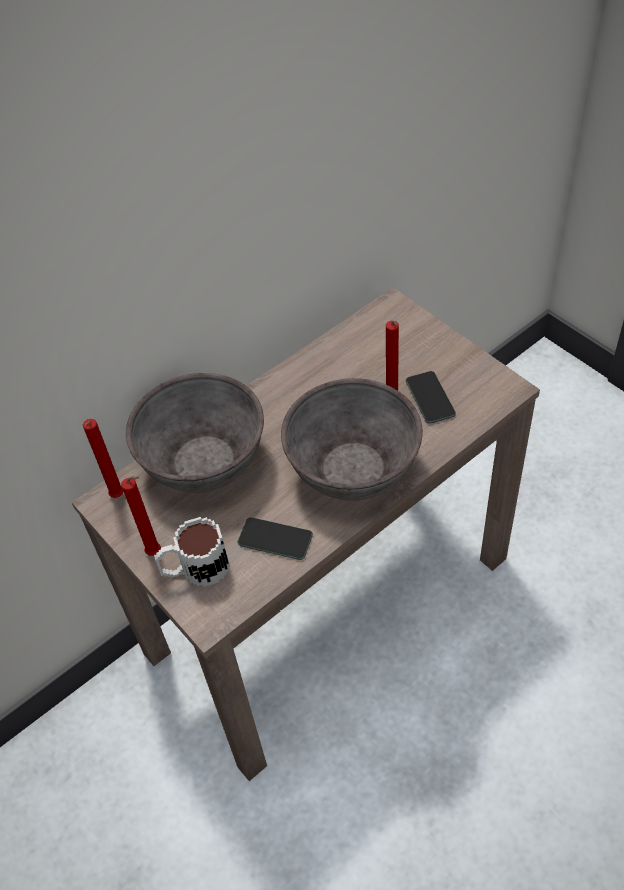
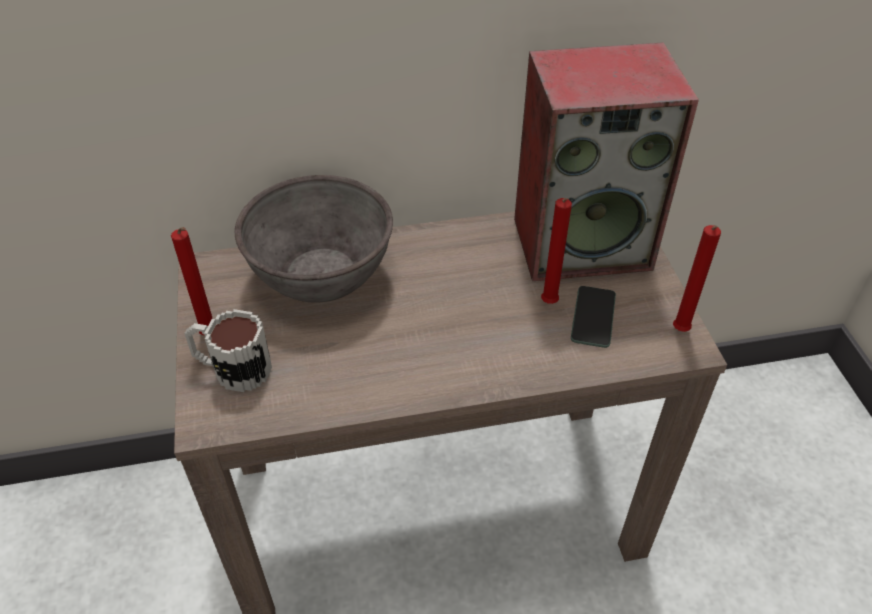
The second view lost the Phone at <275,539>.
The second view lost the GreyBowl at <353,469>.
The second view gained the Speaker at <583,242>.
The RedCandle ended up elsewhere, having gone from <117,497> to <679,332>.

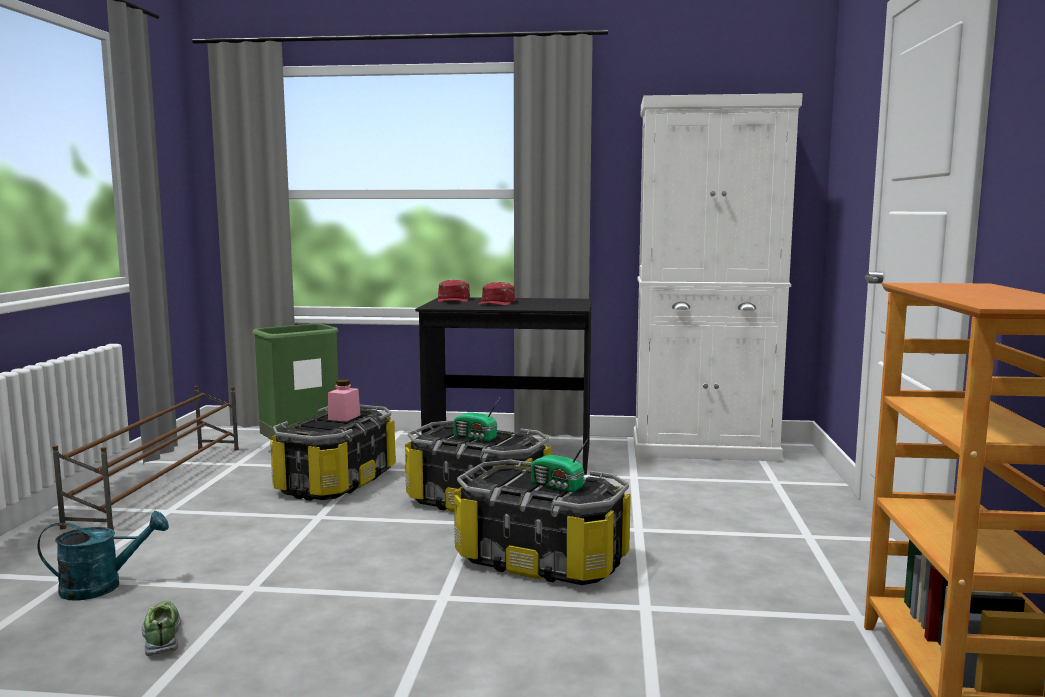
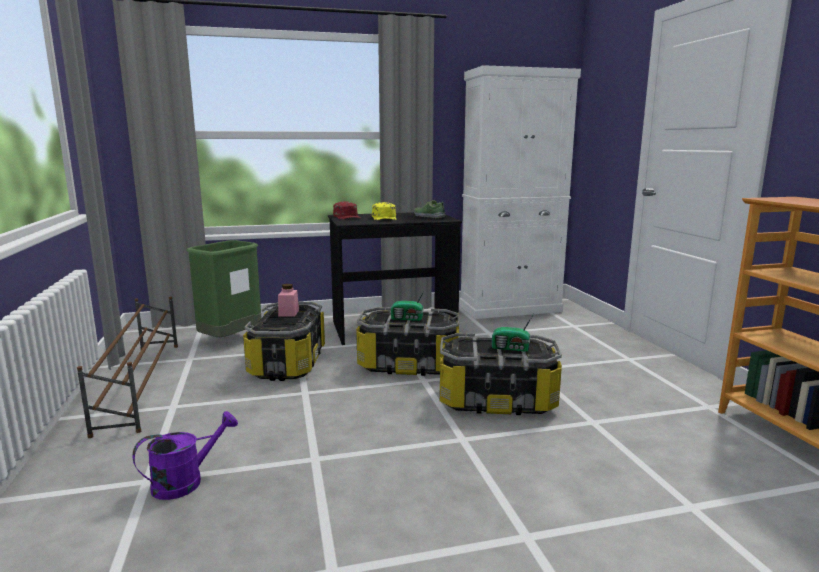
The Shoe ended up elsewhere, having gone from <162,636> to <429,216>.
What was the TurquoiseWateringCan at <102,586> turned into the PurpleWateringCan at <186,481>.
What was the RedCap at <497,303> turned into the YellowCap at <384,218>.

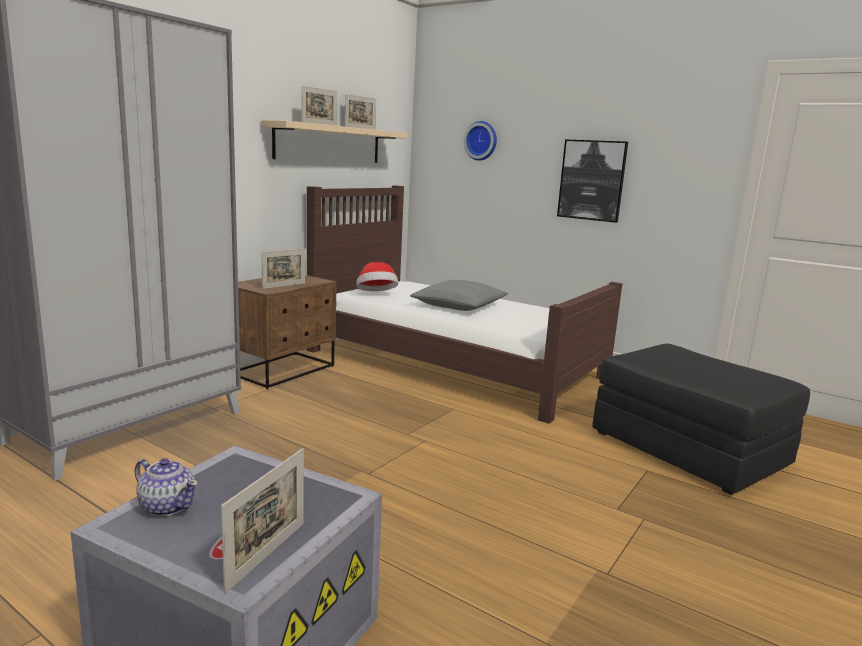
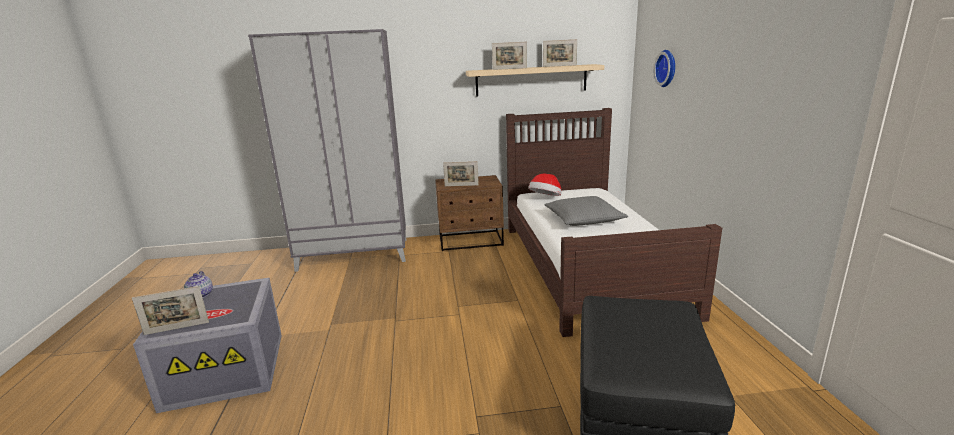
The second view lost the Picture at <592,180>.

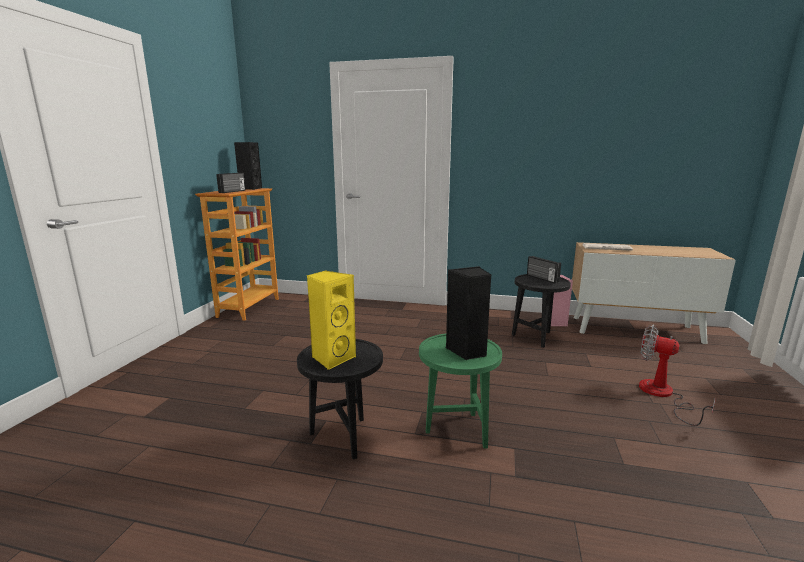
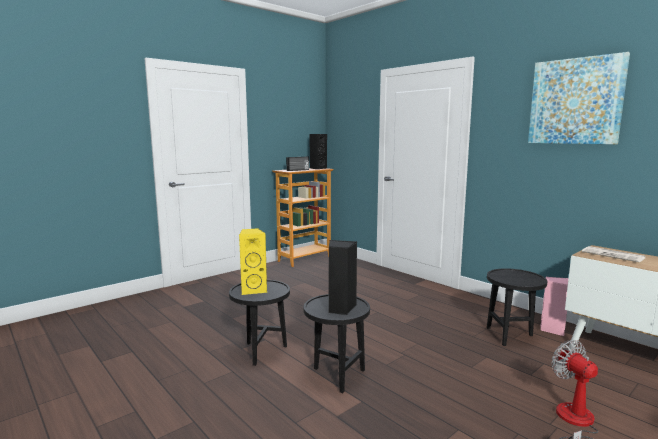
The second view lost the Radio at <542,278>.
The second view gained the Picture at <575,101>.
What was the GreenSideTable at <456,431> turned into the BlackSideTable at <336,375>.

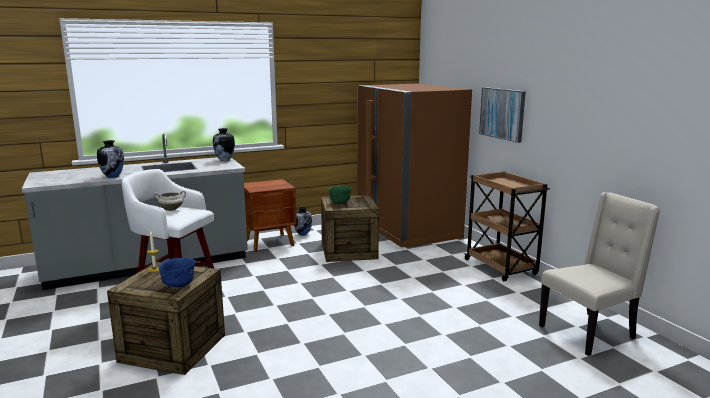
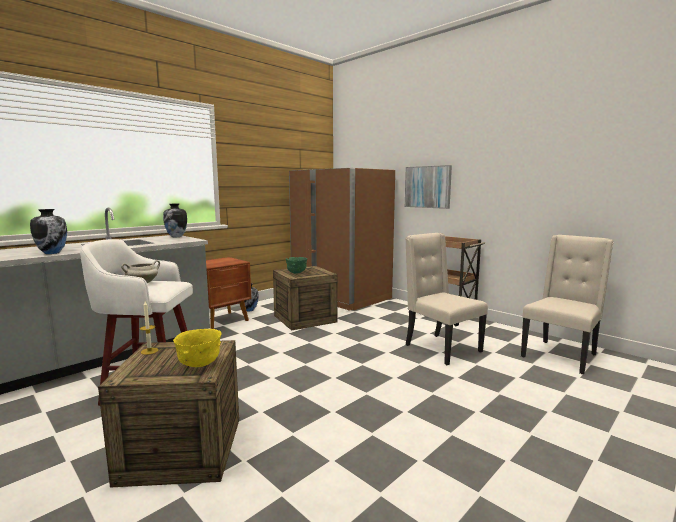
The second view gained the BeigeChair at <440,348>.
What was the BlueBowl at <178,285> turned into the YellowBowl at <199,364>.

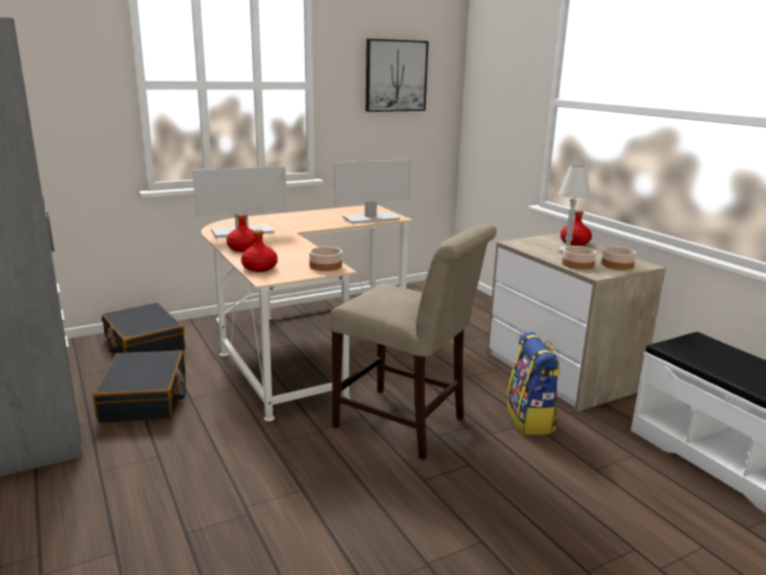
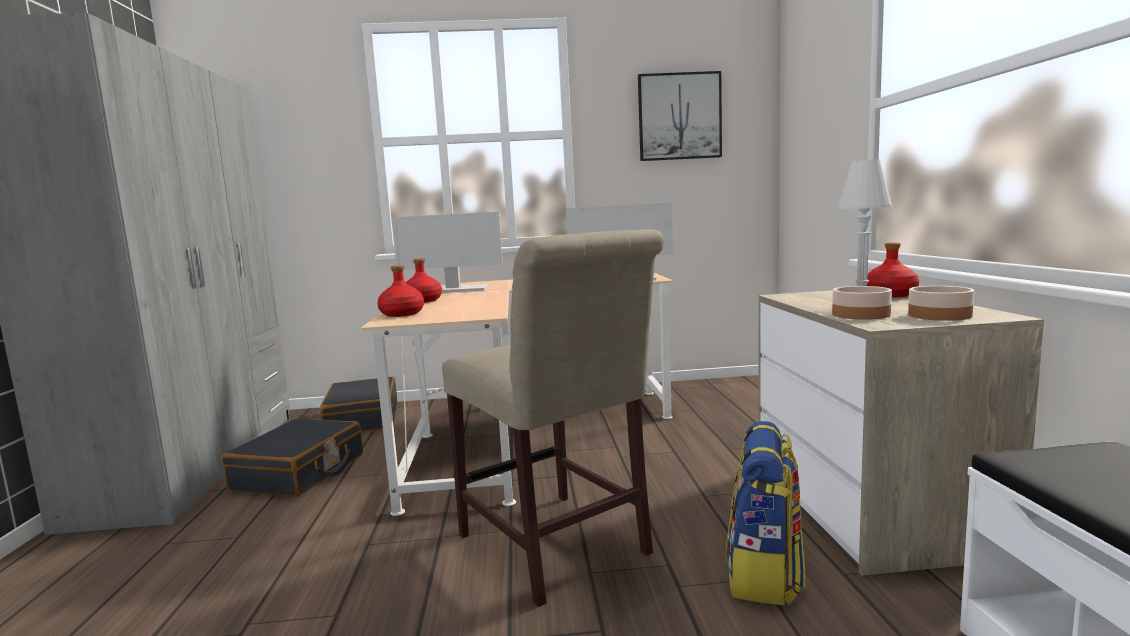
The second view lost the Bowl at <325,266>.

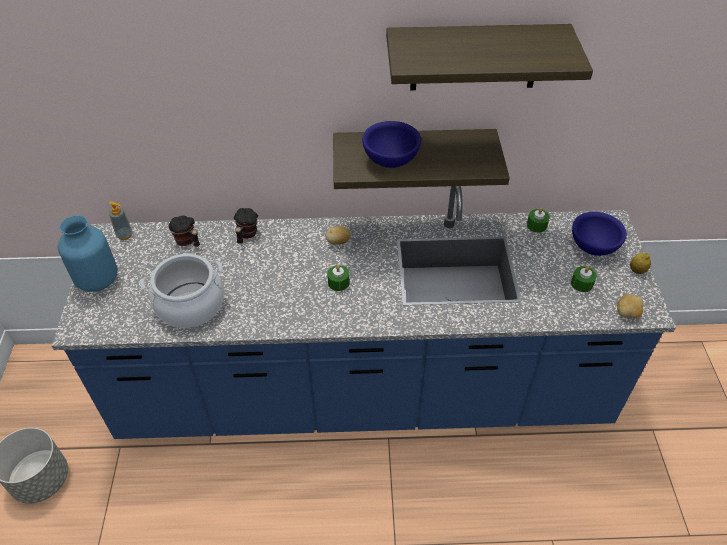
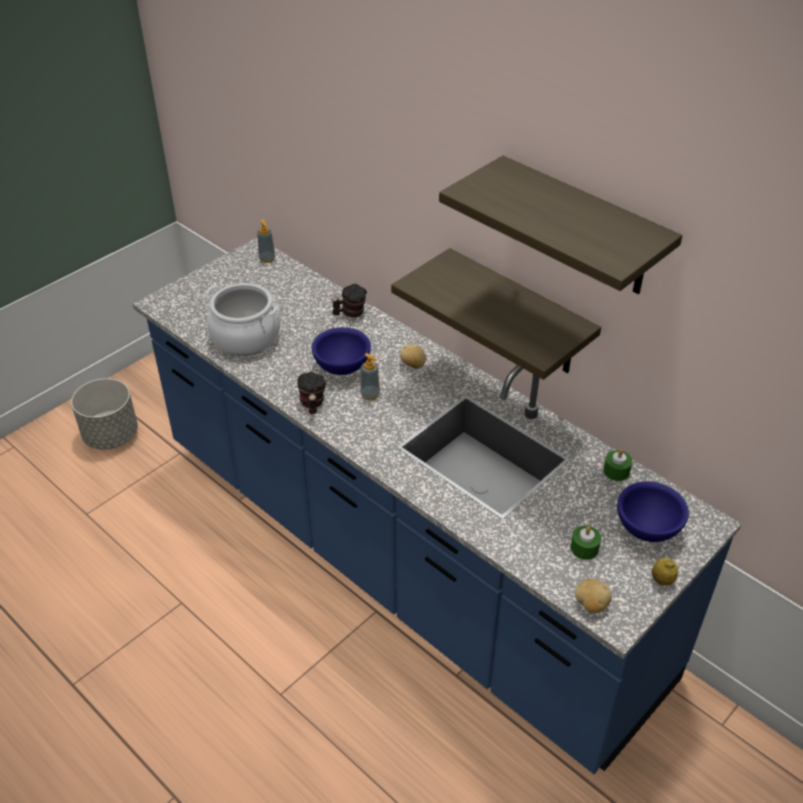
The second view lost the BlueVase at <98,280>.
The Mug ended up elsewhere, having gone from <188,242> to <312,405>.
The BlueBowl ended up elsewhere, having gone from <391,161> to <342,367>.
Where the GreenCandle stood at <338,282>, the SoapDispenser came to stand at <370,395>.

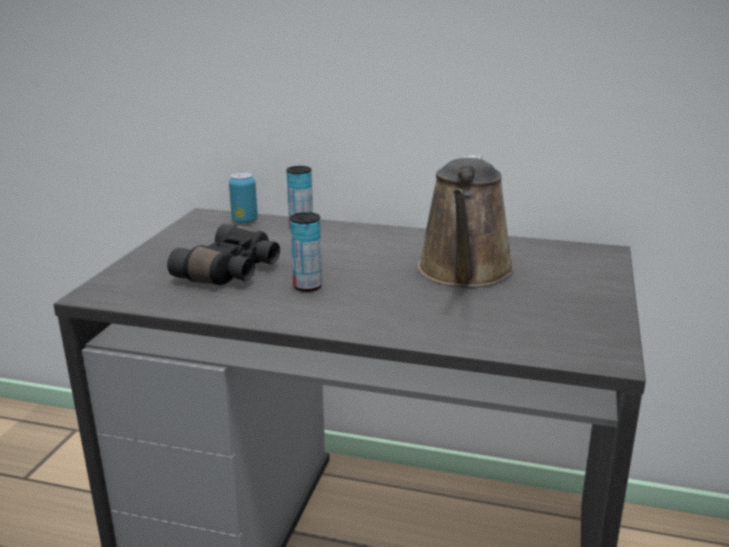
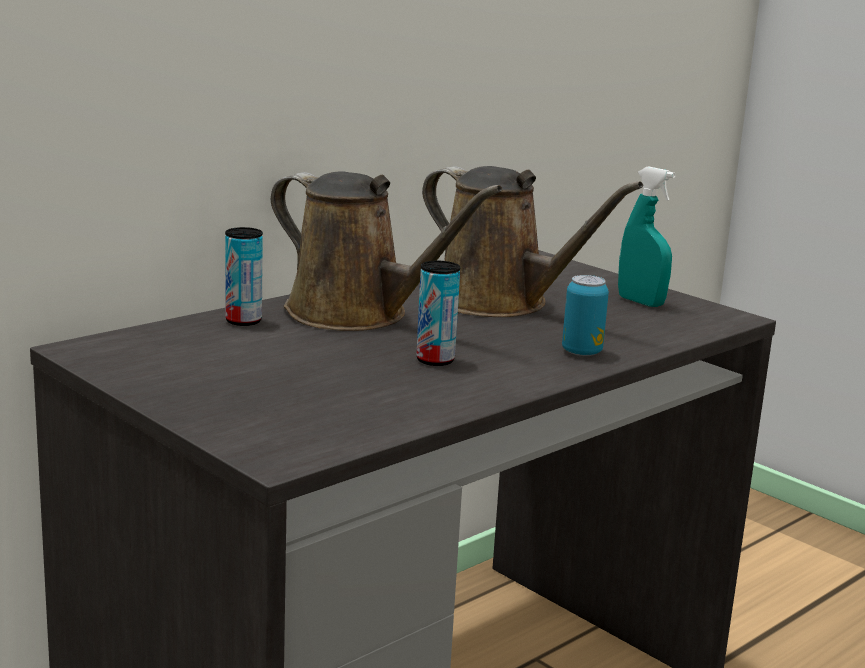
The second view lost the BlackBinoculars at <232,271>.
The second view gained the BrownWateringCan at <356,314>.
The second view gained the TurquoiseSprayBottle at <640,302>.
The Can ended up elsewhere, having gone from <245,221> to <581,352>.

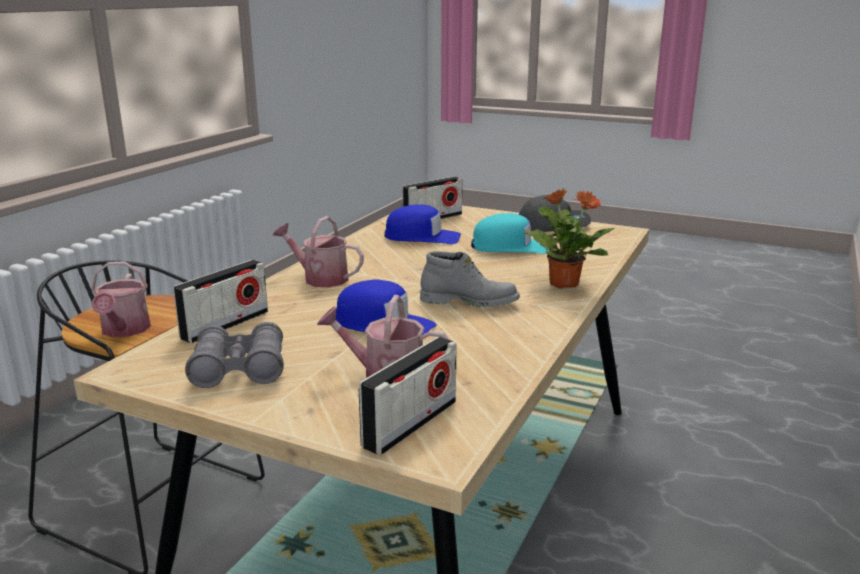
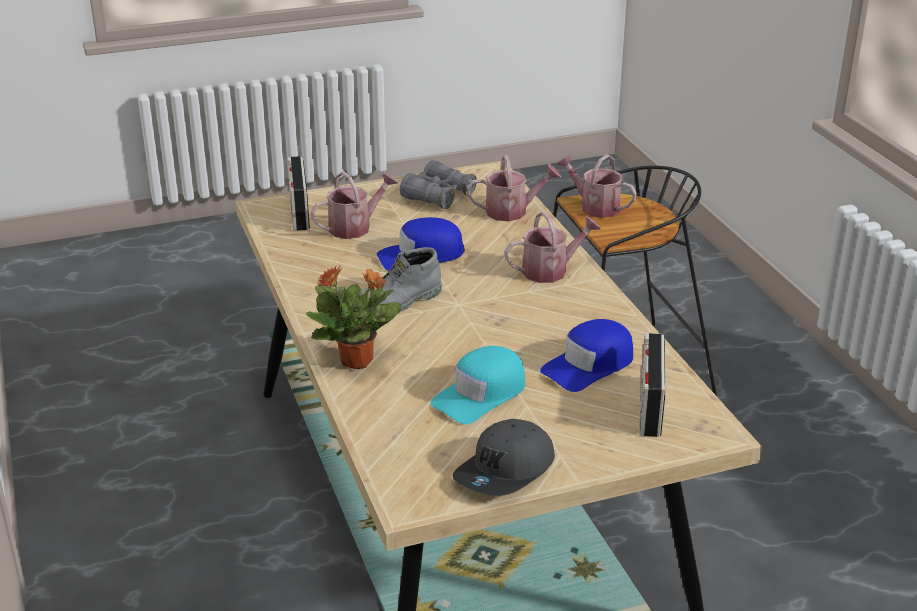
Where the Radio stood at <225,325>, the WateringCan came to stand at <512,211>.

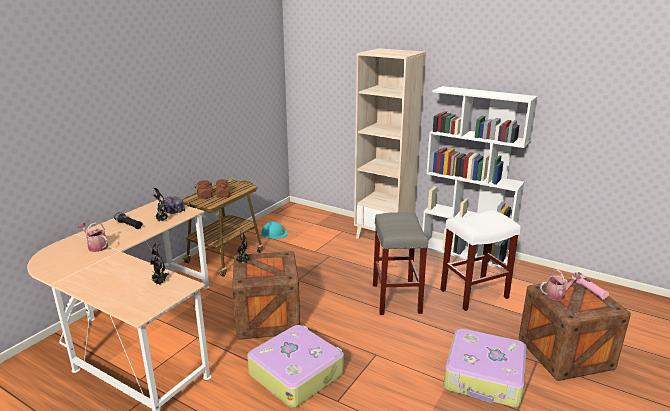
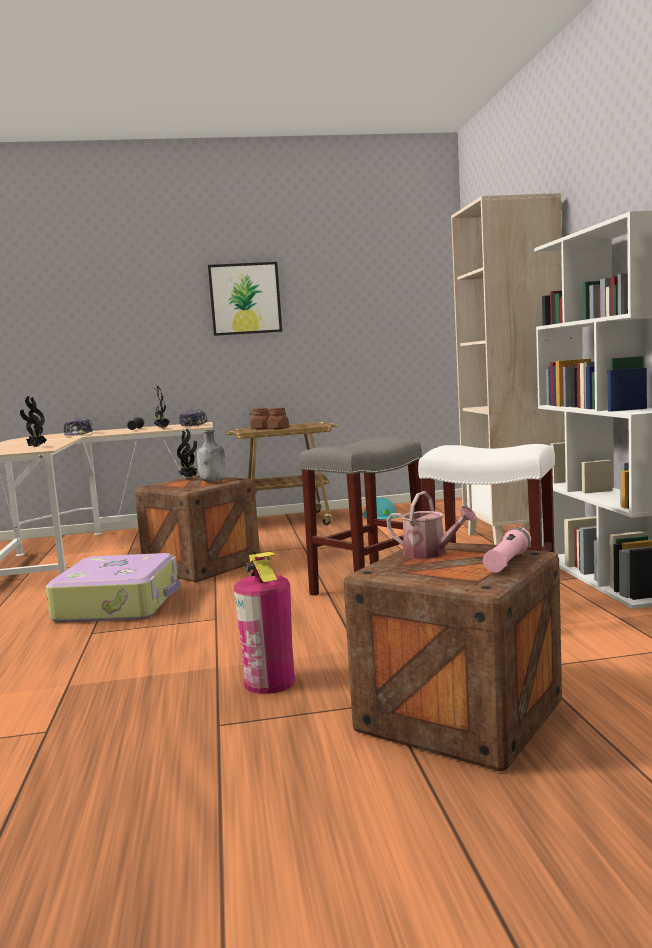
The second view gained the GreyBottle at <213,481>.
The second view gained the Picture at <245,299>.
Where the WateringCan stood at <96,246>, the Cap came to stand at <79,434>.
Where the Suitcase stood at <484,377>, the FireExtinguisher came to stand at <270,682>.

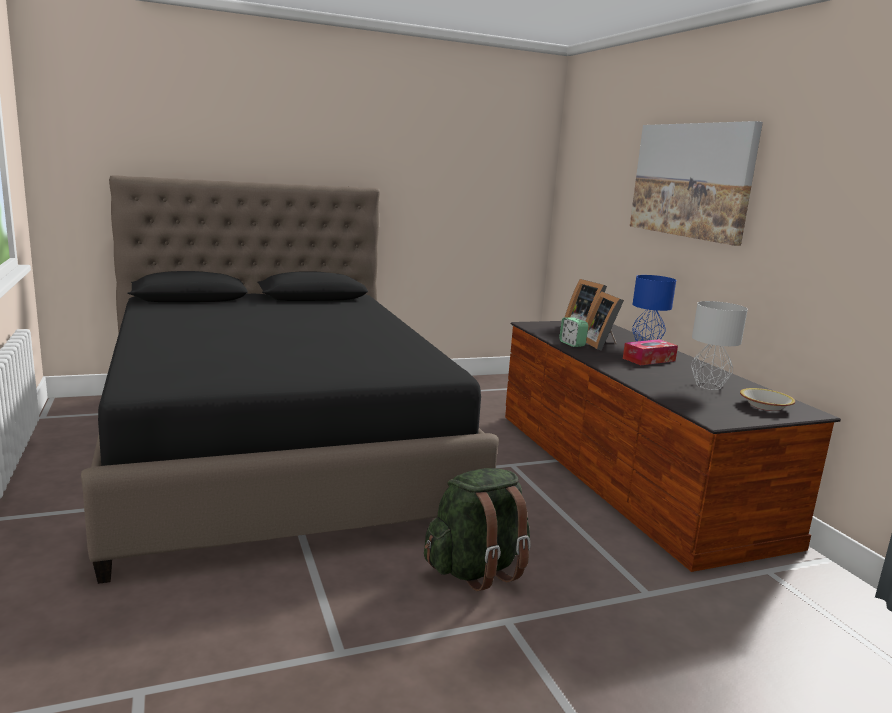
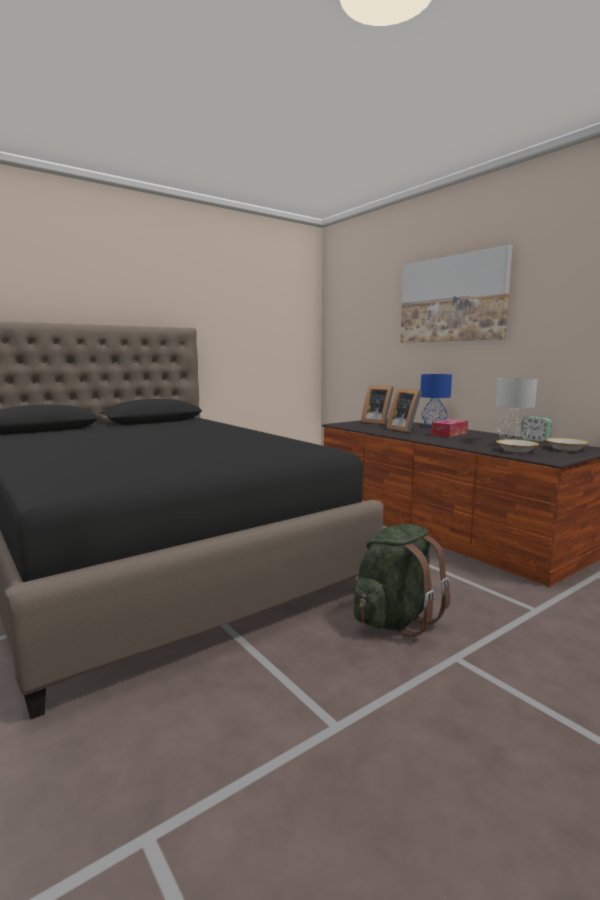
The second view gained the Bowl at <516,450>.
The AlarmClock ended up elsewhere, having gone from <572,344> to <535,440>.

